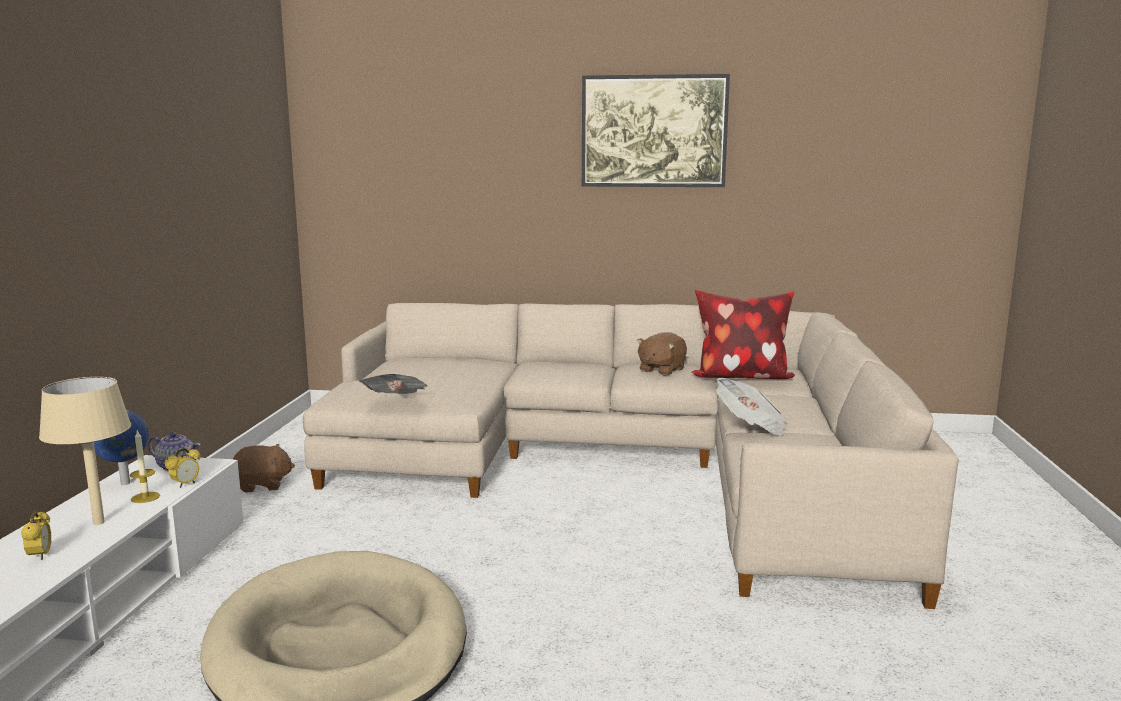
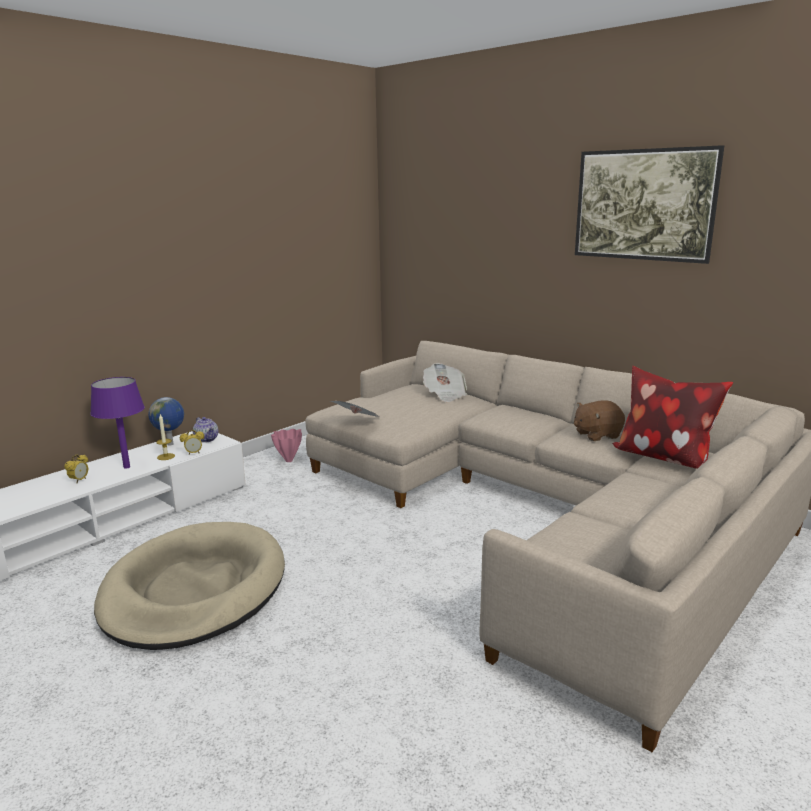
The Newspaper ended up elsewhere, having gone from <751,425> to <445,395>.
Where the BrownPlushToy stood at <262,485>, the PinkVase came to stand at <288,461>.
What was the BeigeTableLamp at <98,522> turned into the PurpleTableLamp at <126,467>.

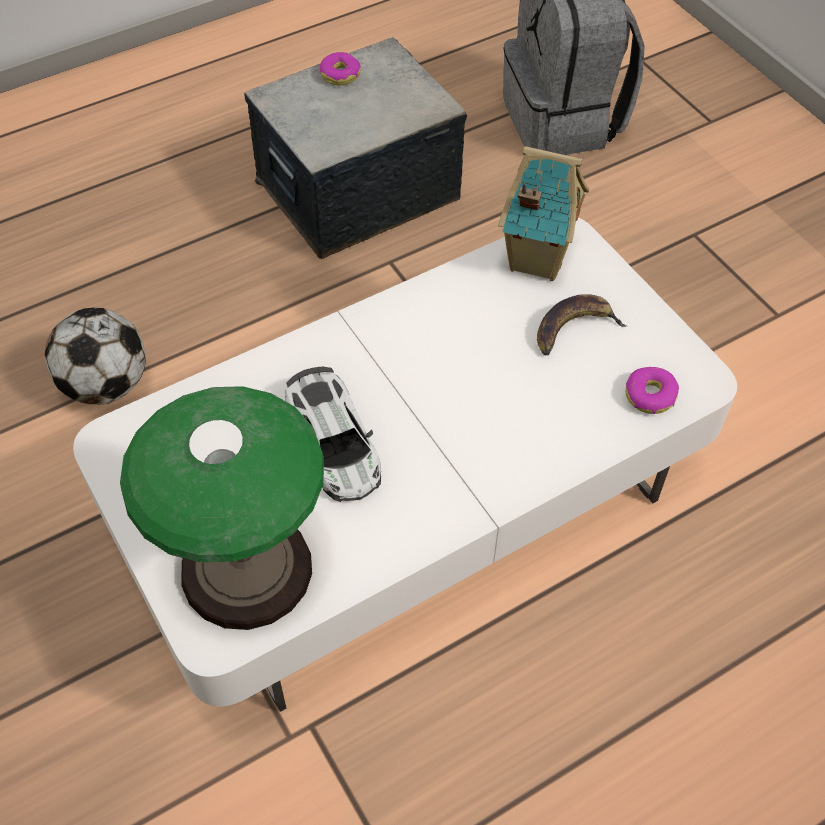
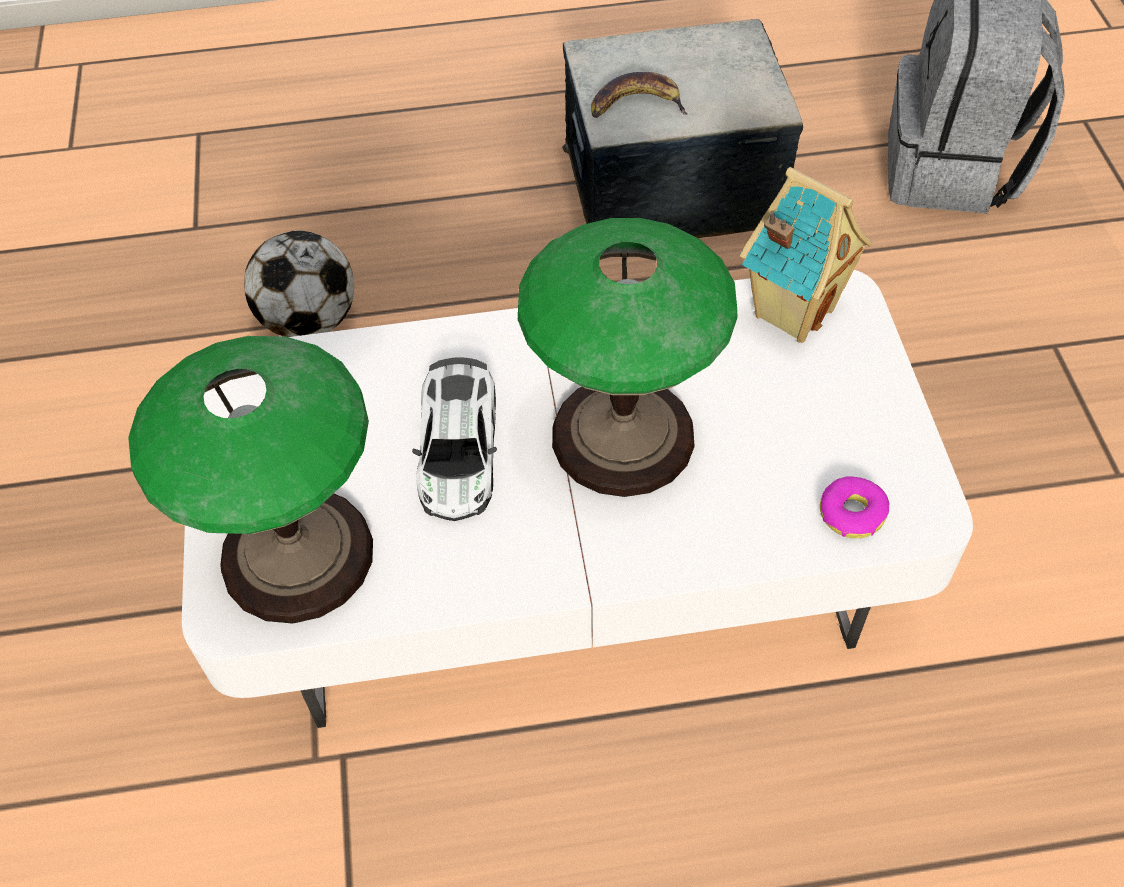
The second view lost the Donut at <340,74>.
The second view gained the TableLamp at <621,435>.
The Banana ended up elsewhere, having gone from <573,328> to <636,104>.

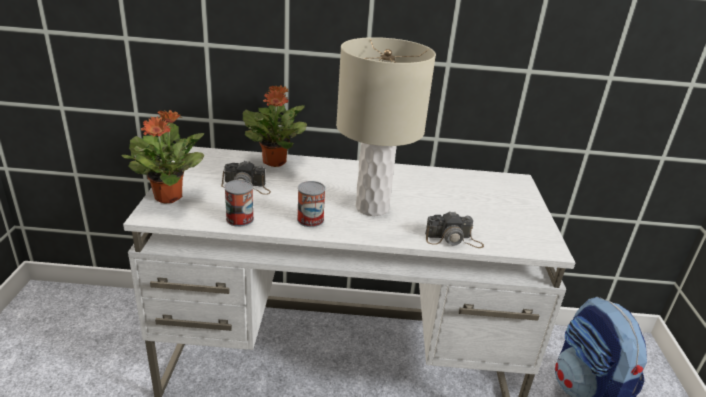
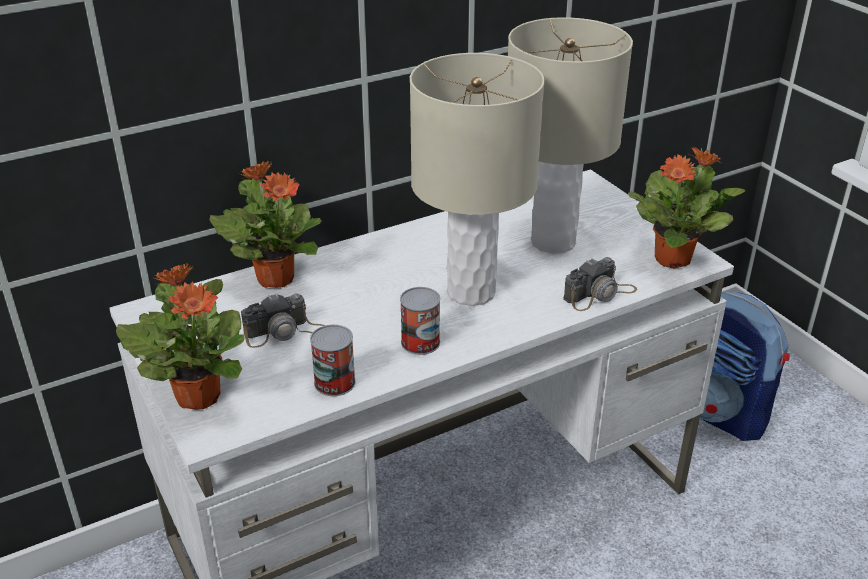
The second view gained the BeigeTableLamp at <553,242>.
The second view gained the PottedPlant at <673,259>.

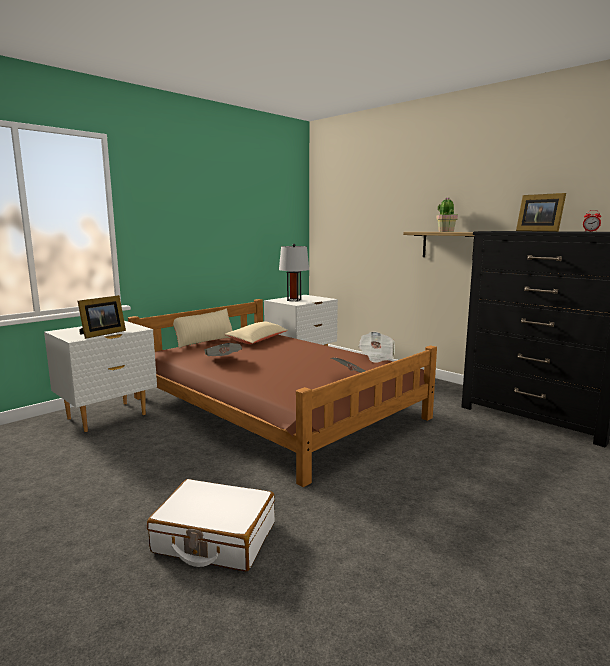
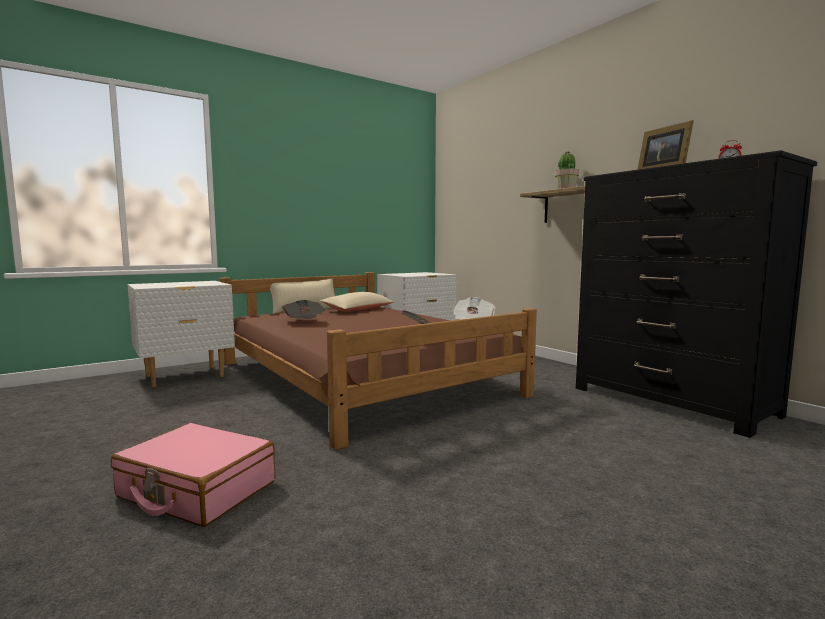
The second view lost the PictureFrame at <101,334>.
The second view lost the GreyTableLamp at <294,300>.
What was the WhiteSuitcase at <214,538> turned into the PinkSuitcase at <197,490>.

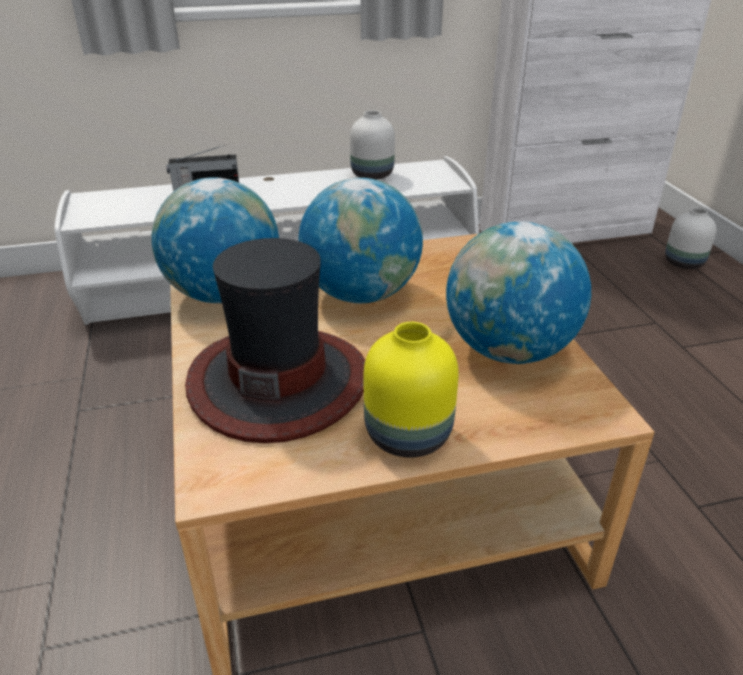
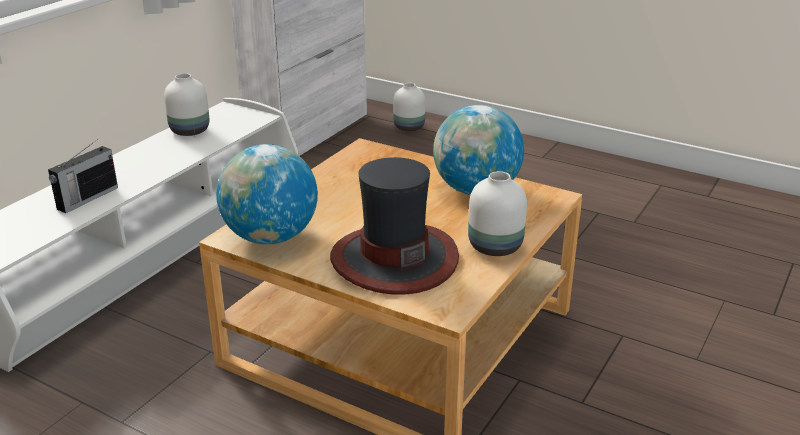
The second view lost the Globe at <361,294>.
What was the YellowVase at <410,435> turned into the WhiteVase at <496,246>.

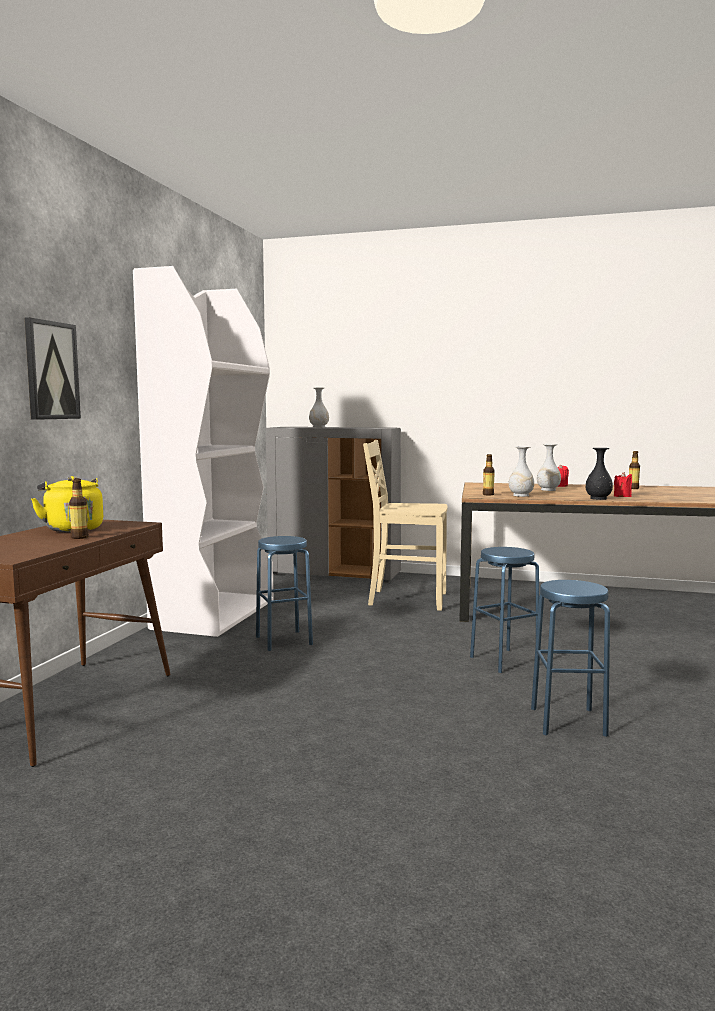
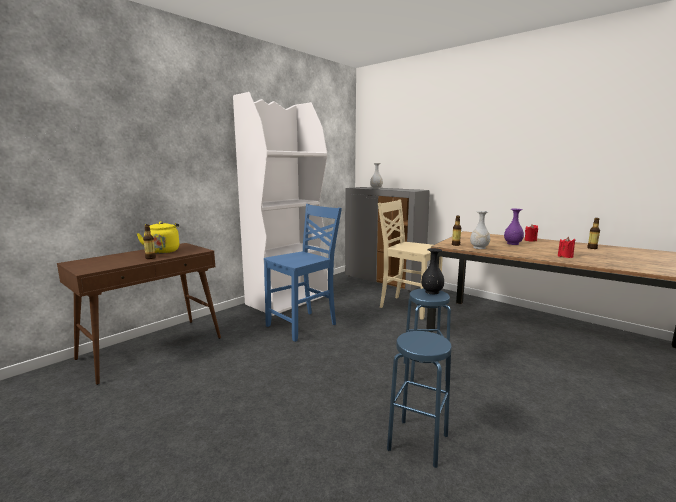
The second view lost the Picture at <51,370>.
The BlackVase ended up elsewhere, having gone from <598,498> to <431,292>.
Where the BlueStool stood at <284,640>, the BlueChair came to stand at <303,325>.
What was the WhiteVase at <548,490> turned into the PurpleVase at <512,243>.

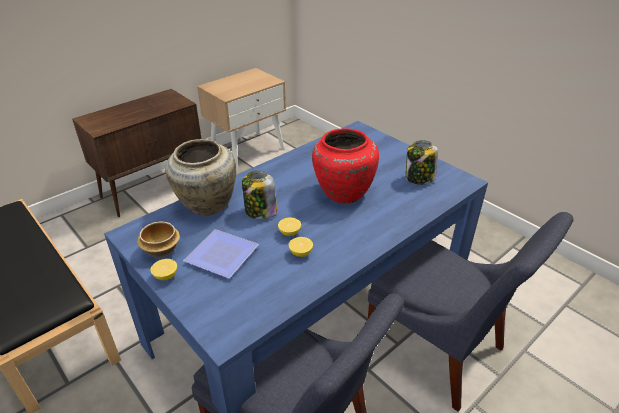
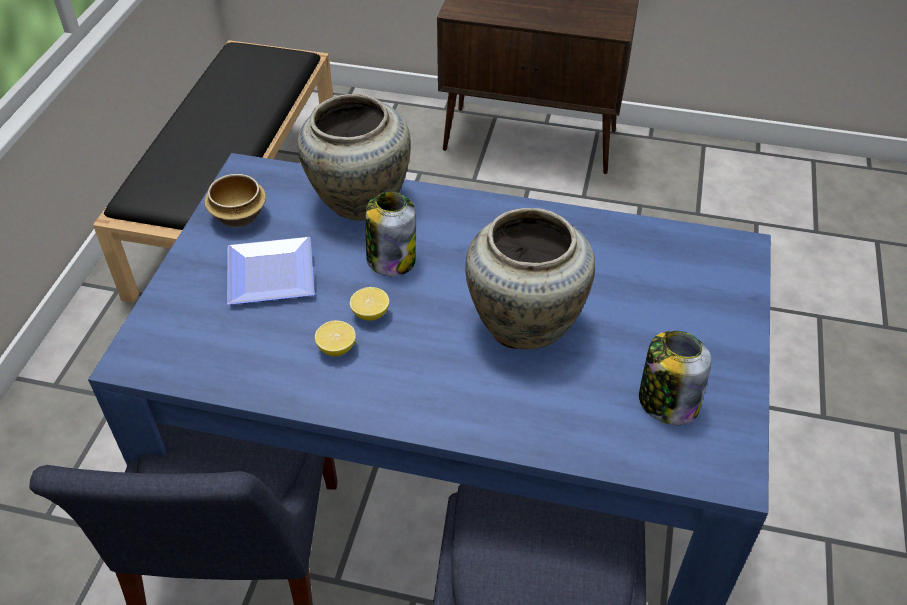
The second view lost the Lemon at <166,276>.
The second view lost the BeigeNightstand at <247,150>.
What was the RedVase at <343,192> turned into the BeigeVase at <525,321>.

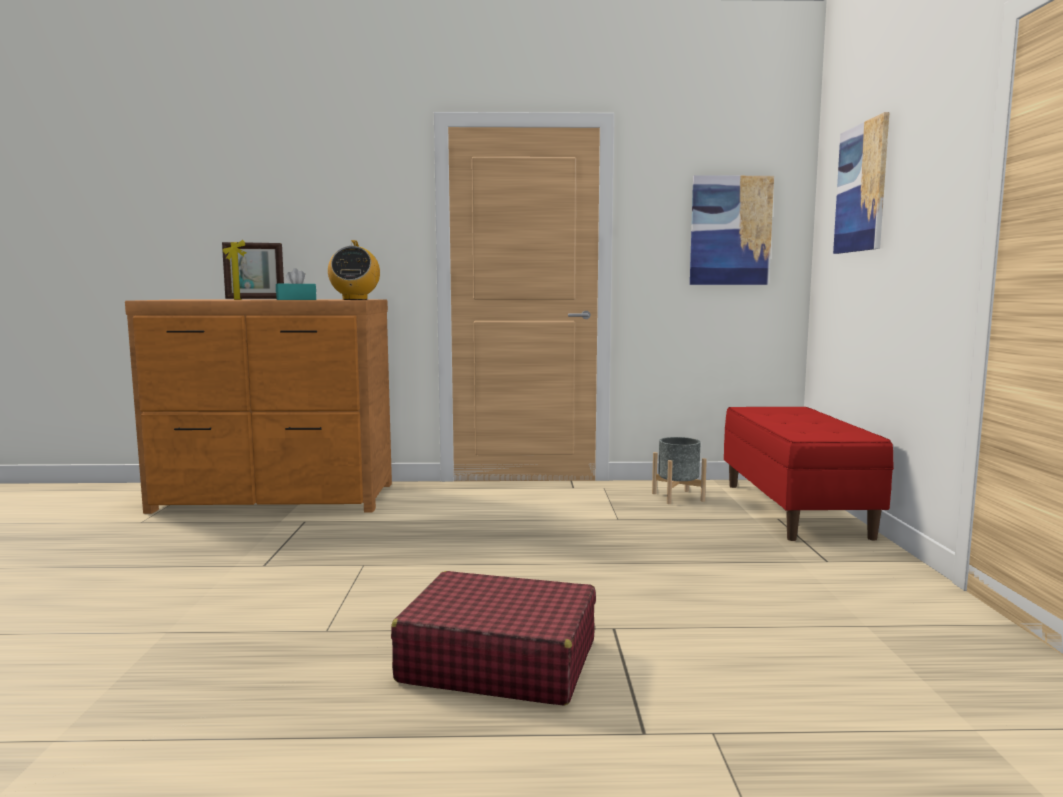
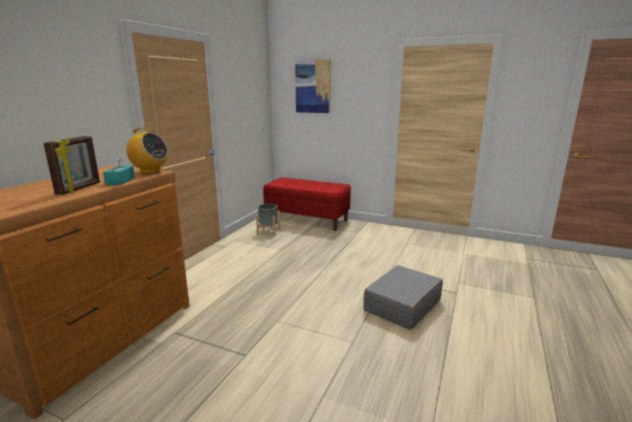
The second view lost the Picture at <730,231>.
What was the RedSuitcase at <498,661> turned into the GreySuitcase at <402,305>.

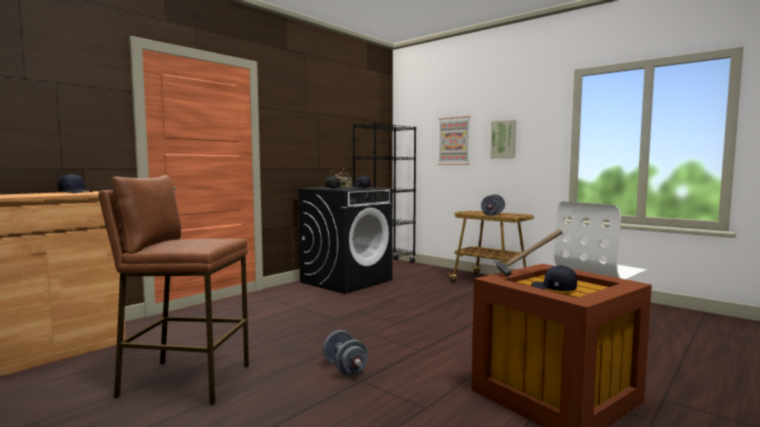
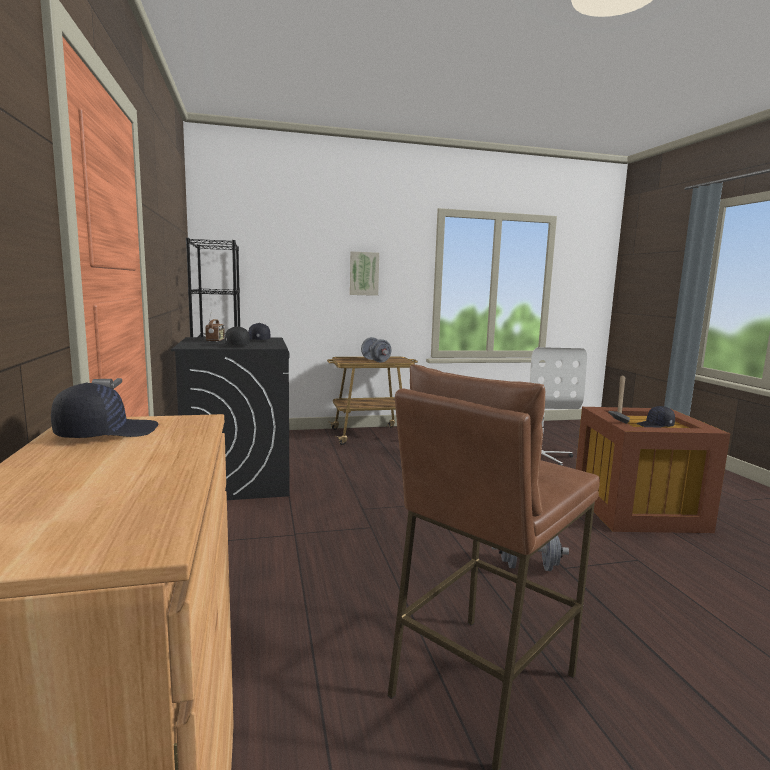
The second view lost the Picture at <454,141>.

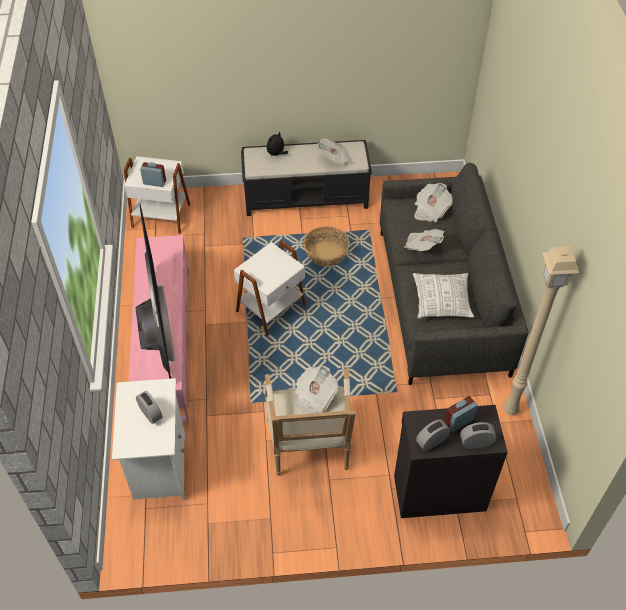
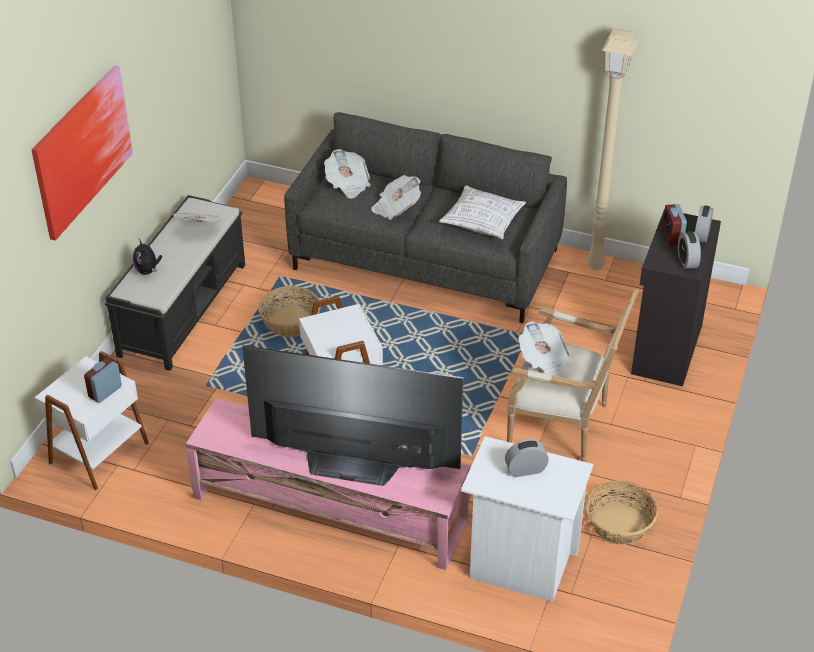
The second view gained the Picture at <81,150>.
The second view gained the Basket at <619,524>.

